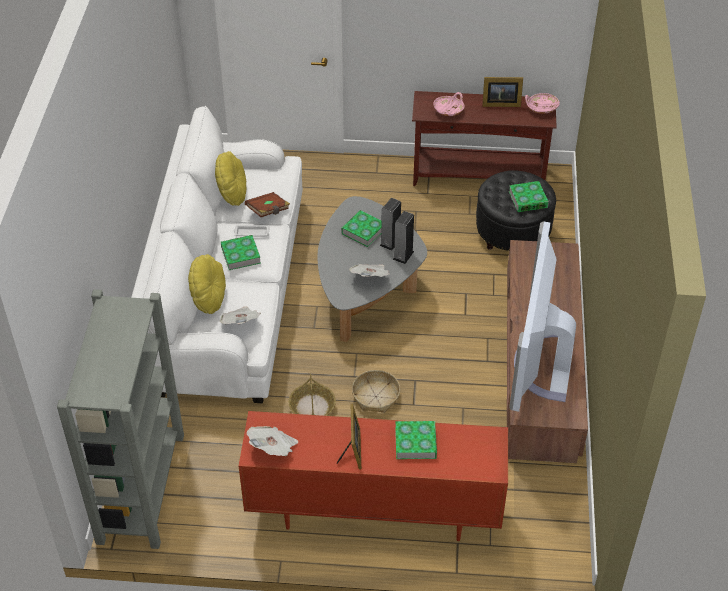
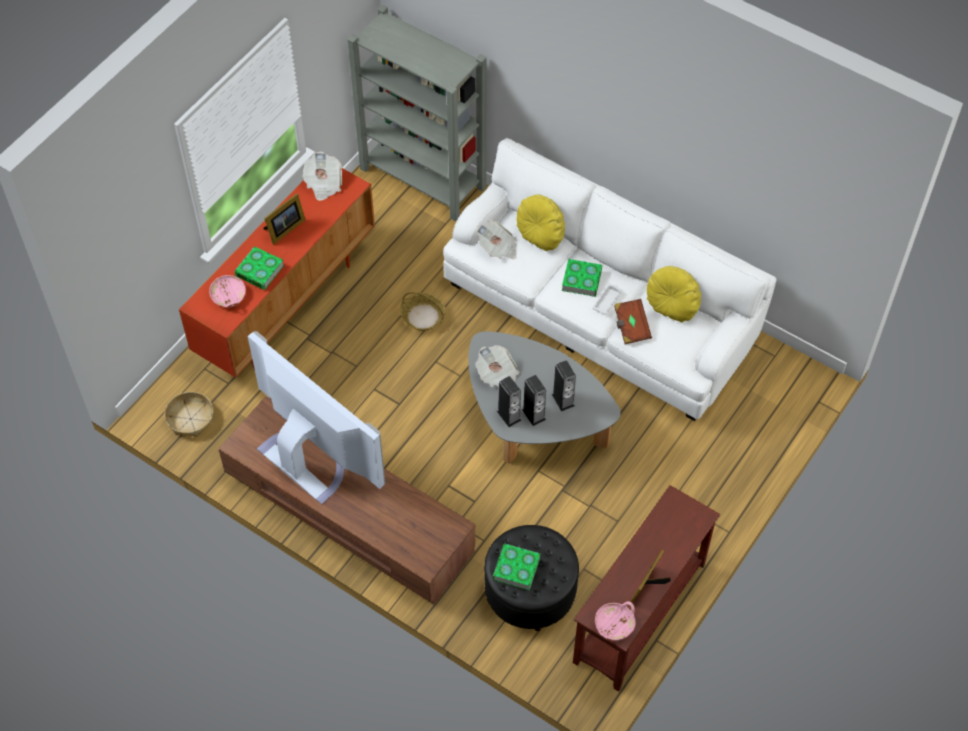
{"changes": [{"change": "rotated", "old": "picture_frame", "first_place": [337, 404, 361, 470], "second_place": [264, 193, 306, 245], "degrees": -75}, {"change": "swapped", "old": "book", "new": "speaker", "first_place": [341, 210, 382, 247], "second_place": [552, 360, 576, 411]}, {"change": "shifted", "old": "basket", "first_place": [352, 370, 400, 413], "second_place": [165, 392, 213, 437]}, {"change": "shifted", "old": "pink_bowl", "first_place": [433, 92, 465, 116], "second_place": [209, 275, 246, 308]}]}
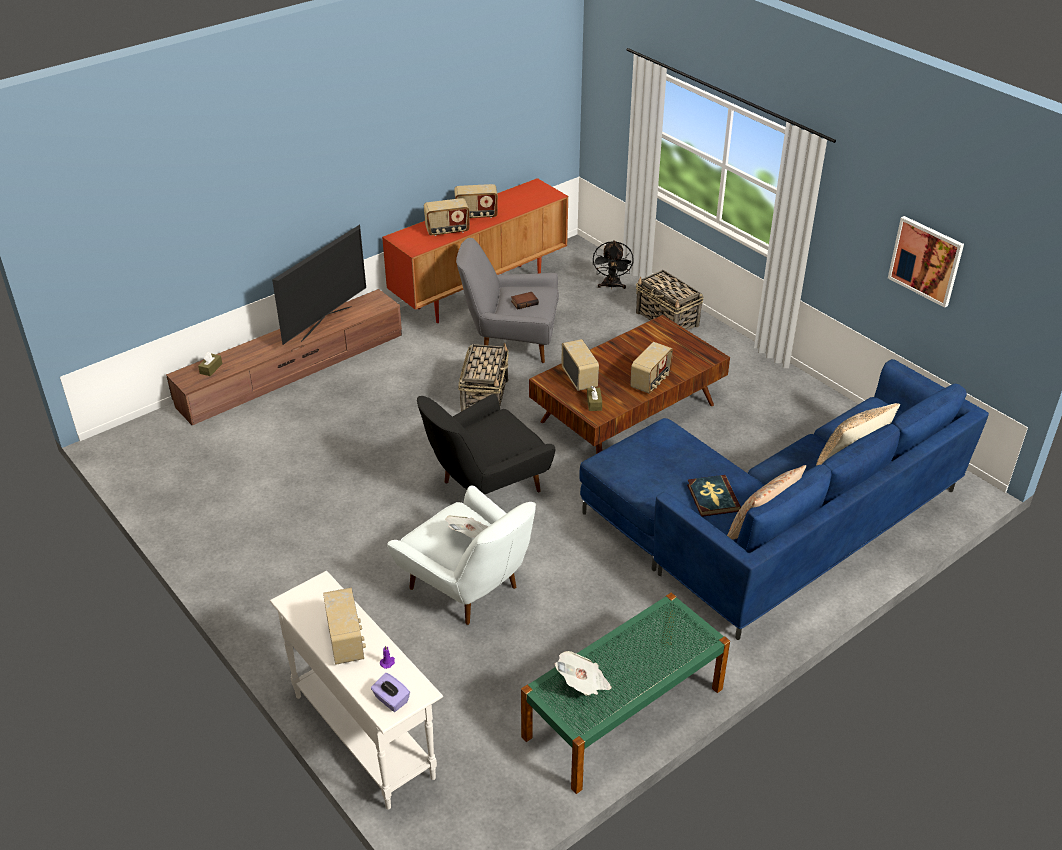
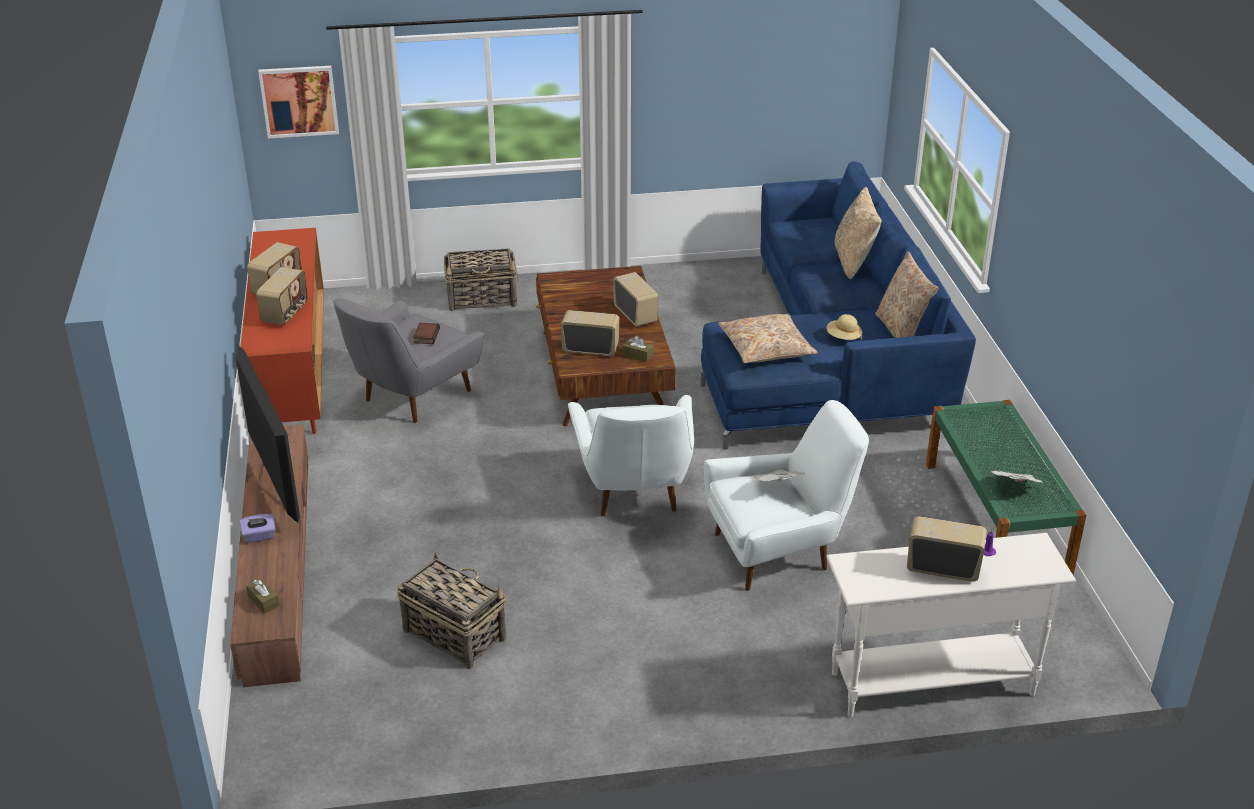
{"changes": [{"change": "shifted", "old": "purple_tissue_box", "first_place": [371, 673, 410, 712], "second_place": [239, 514, 276, 543]}, {"change": "repainted", "old": "black_armchair", "new": "white_armchair", "first_place": [417, 394, 556, 495], "second_place": [568, 395, 694, 517]}, {"change": "shifted", "old": "basket", "first_place": [458, 343, 509, 412], "second_place": [397, 552, 506, 669]}, {"change": "gone", "old": "black_fan", "first_place": [593, 240, 634, 289]}, {"change": "swapped", "old": "book", "new": "beige_hat", "first_place": [687, 475, 741, 517], "second_place": [826, 314, 862, 341]}, {"change": "shifted", "old": "picture", "first_place": [888, 216, 964, 308], "second_place": [258, 66, 339, 139]}, {"change": "new", "new": "beige_pillow", "second_place": [718, 314, 818, 363]}]}
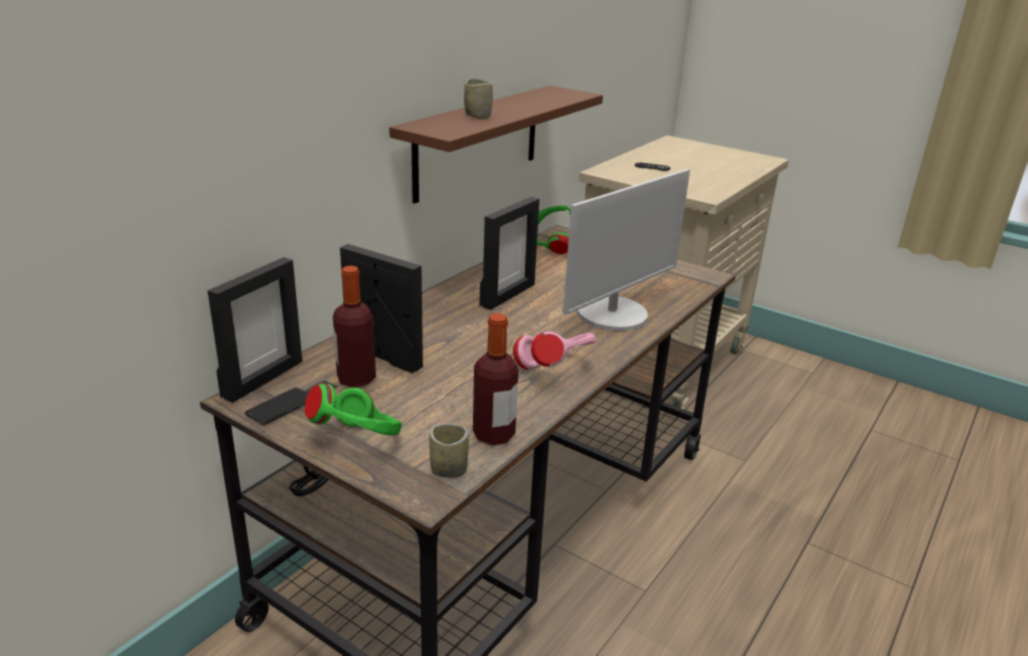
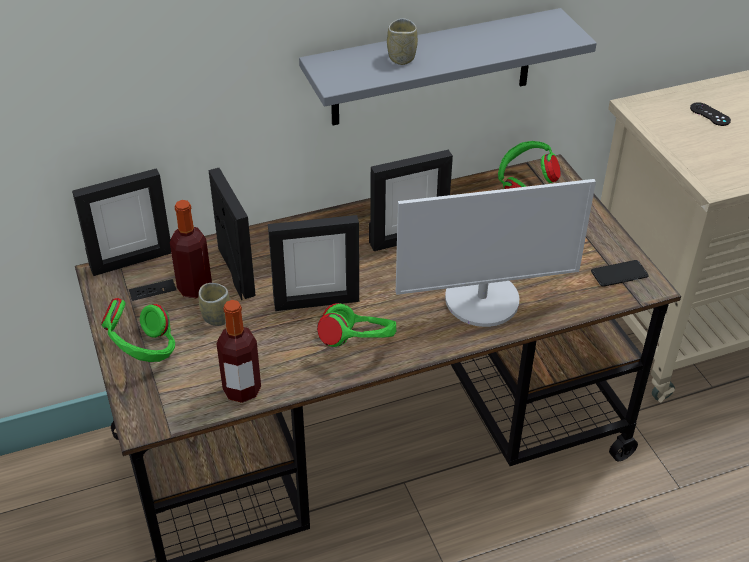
{"changes": [{"change": "shifted", "old": "phone", "first_place": [245, 388, 308, 425], "second_place": [591, 260, 649, 287]}, {"change": "repainted", "old": "brown_shelf", "new": "grey_shelf", "first_place": [389, 85, 603, 204], "second_place": [299, 8, 597, 125]}, {"change": "shifted", "old": "cup", "first_place": [429, 424, 469, 478], "second_place": [198, 283, 230, 326]}, {"change": "repainted", "old": "pink_headphones", "new": "green_headphones", "first_place": [513, 331, 596, 370], "second_place": [317, 303, 396, 347]}, {"change": "new", "new": "picture_frame", "second_place": [268, 215, 359, 311]}]}
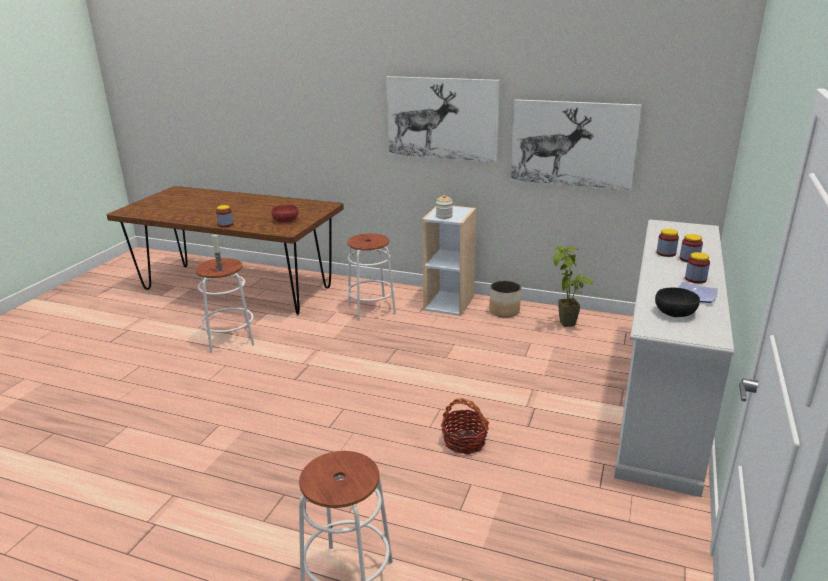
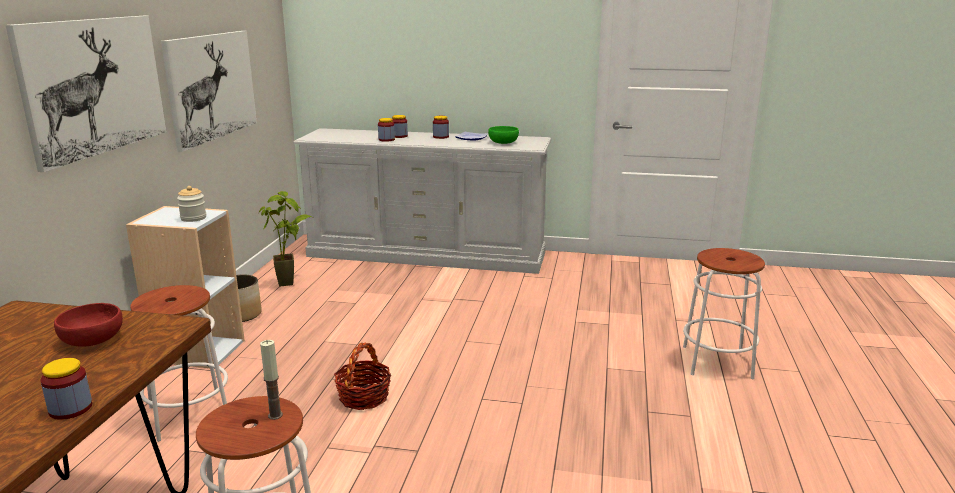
{"changes": [{"change": "shifted", "old": "basket", "first_place": [441, 398, 489, 454], "second_place": [334, 343, 391, 410]}, {"change": "repainted", "old": "black_bowl", "new": "green_bowl", "first_place": [655, 288, 700, 317], "second_place": [488, 126, 519, 144]}]}
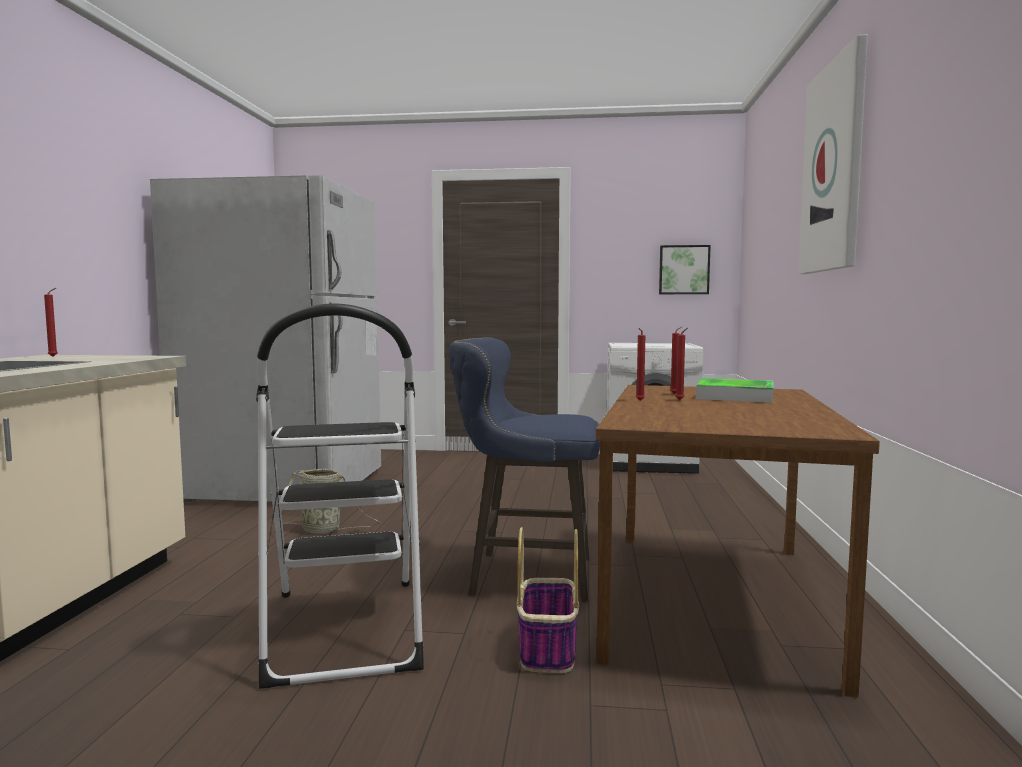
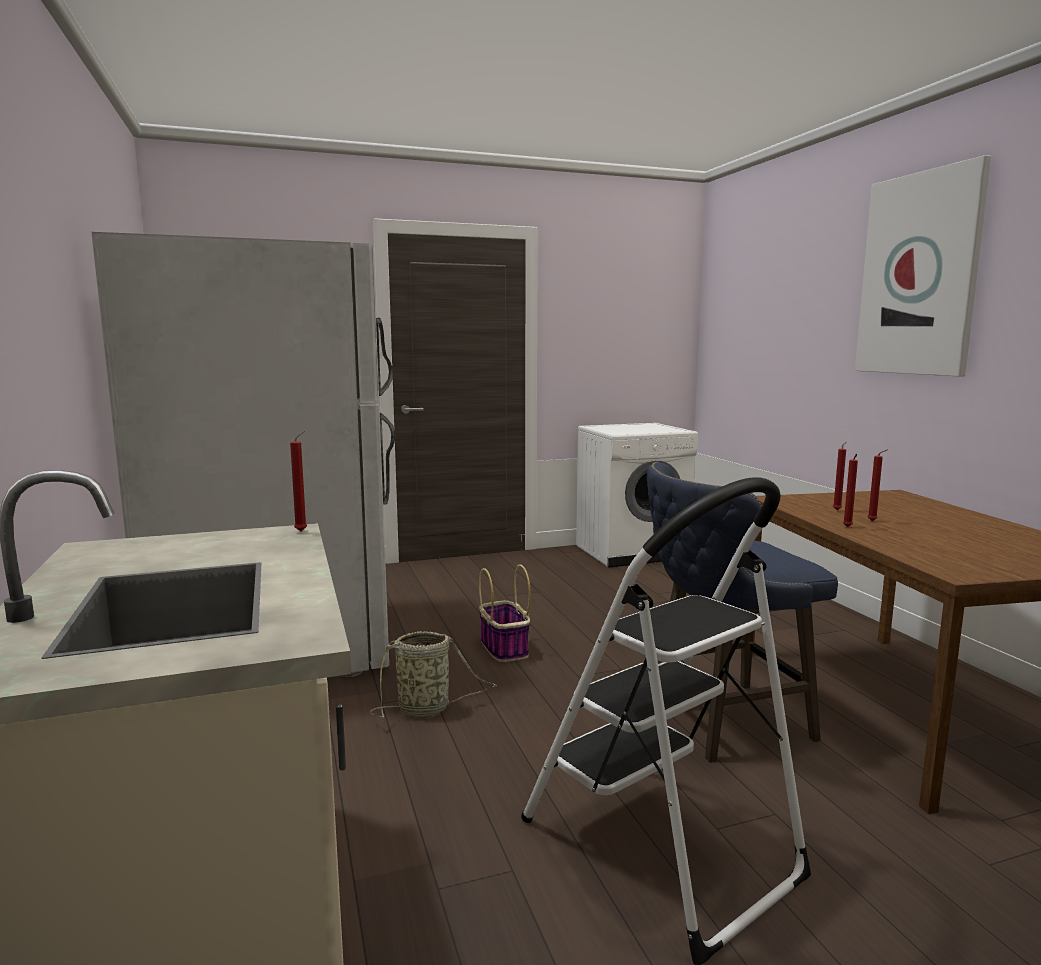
{"changes": [{"change": "shifted", "old": "red_candle", "first_place": [44, 288, 58, 357], "second_place": [290, 431, 307, 531]}, {"change": "shifted", "old": "basket", "first_place": [517, 527, 579, 673], "second_place": [479, 564, 531, 662]}, {"change": "gone", "old": "picture", "first_place": [659, 245, 711, 294]}, {"change": "gone", "old": "tray", "first_place": [696, 378, 773, 403]}]}
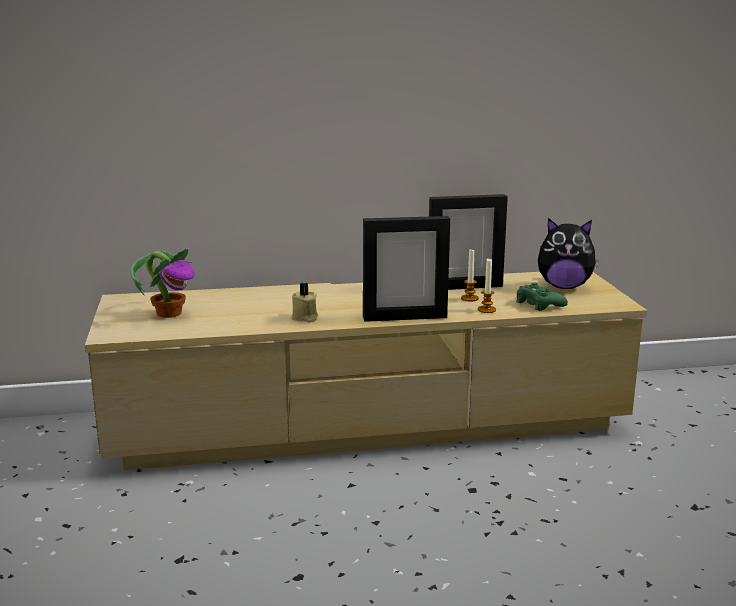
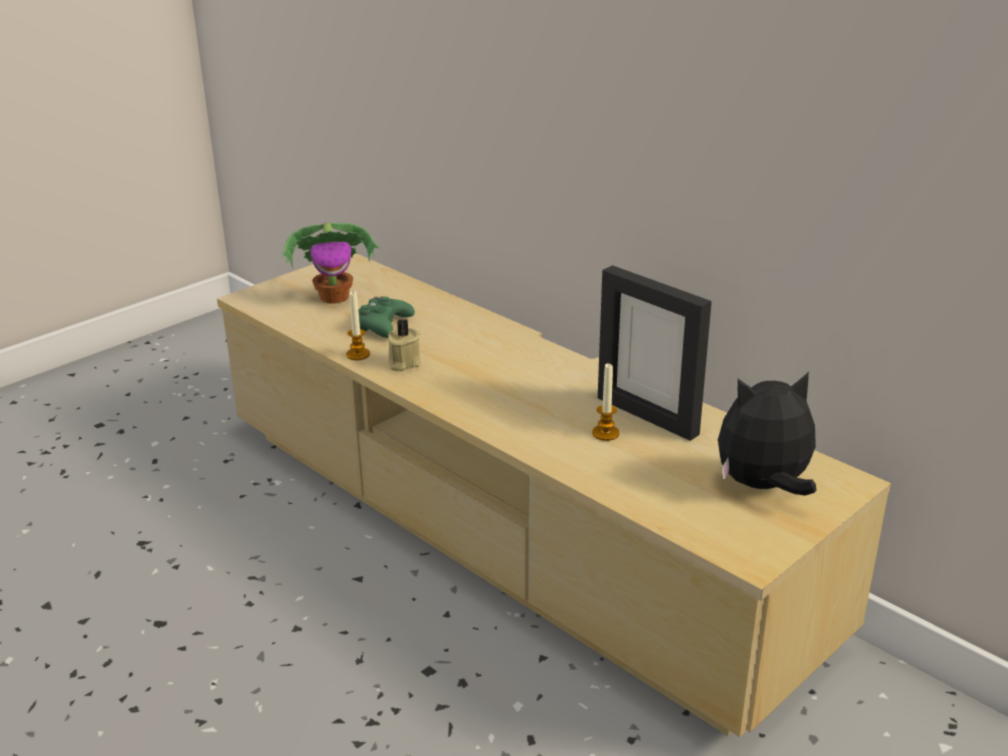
{"changes": [{"change": "gone", "old": "picture_frame", "first_place": [363, 216, 450, 322]}, {"change": "shifted", "old": "candle", "first_place": [478, 258, 496, 313], "second_place": [346, 291, 370, 360]}, {"change": "shifted", "old": "green_game_controller", "first_place": [516, 282, 568, 311], "second_place": [358, 296, 415, 338]}, {"change": "rotated", "old": "plush_toy", "first_place": [538, 218, 599, 289], "second_place": [718, 372, 816, 496], "degrees": 105}]}
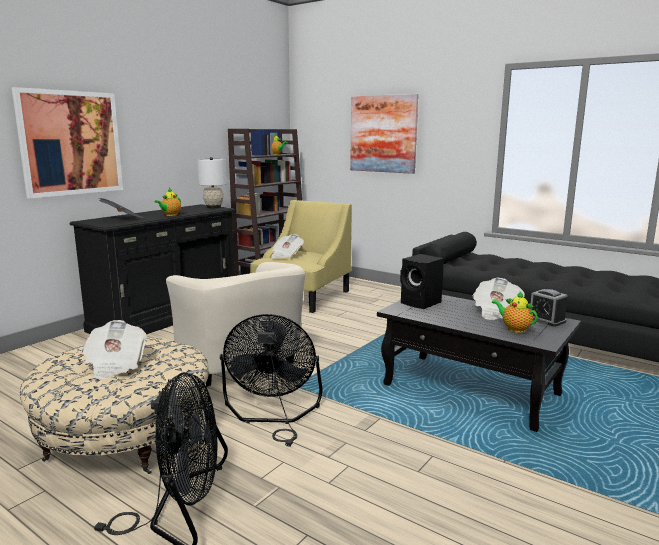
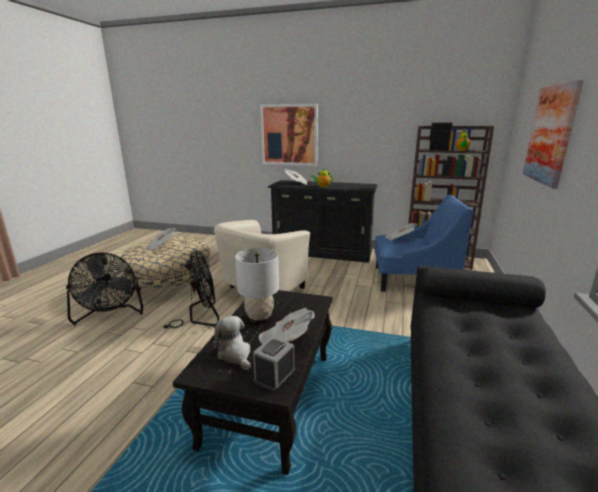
{"changes": [{"change": "shifted", "old": "white_table_lamp", "first_place": [197, 157, 227, 208], "second_place": [235, 248, 279, 324]}, {"change": "repainted", "old": "yellow_armchair", "new": "blue_armchair", "first_place": [250, 200, 352, 313], "second_place": [374, 194, 473, 291]}, {"change": "shifted", "old": "black_speaker", "first_place": [400, 254, 444, 309], "second_place": [429, 122, 453, 151]}, {"change": "swapped", "old": "teapot", "new": "plush_toy", "first_place": [492, 292, 538, 333], "second_place": [213, 316, 250, 370]}]}
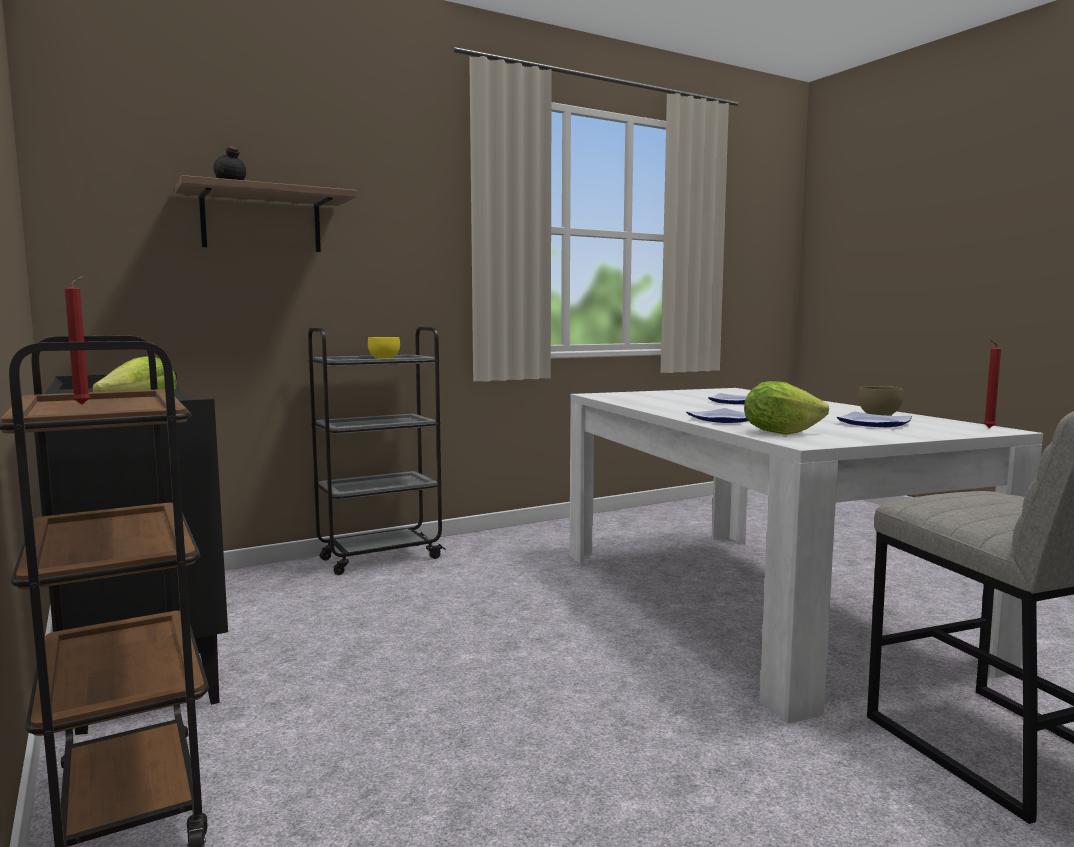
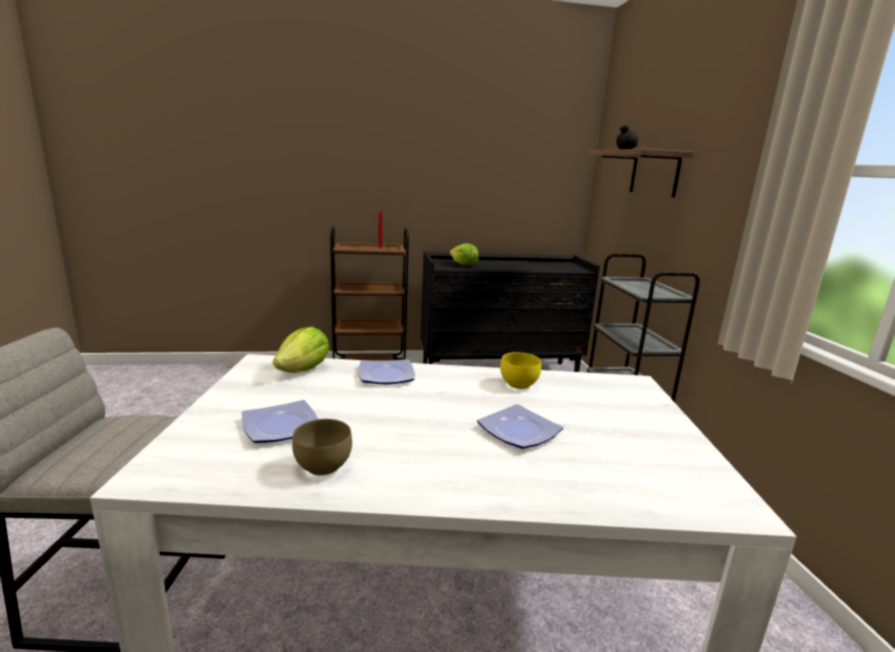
{"changes": [{"change": "shifted", "old": "yellow_bowl", "first_place": [368, 337, 400, 359], "second_place": [500, 352, 541, 389]}, {"change": "gone", "old": "red_candle", "first_place": [984, 340, 1001, 428]}]}
